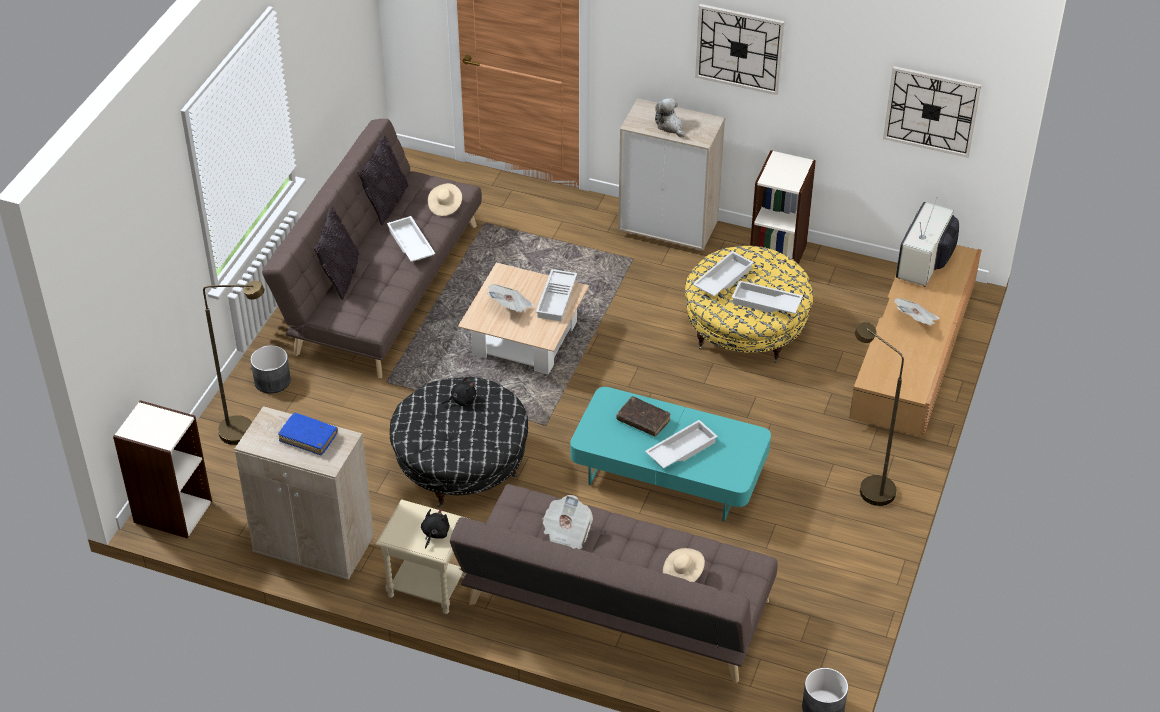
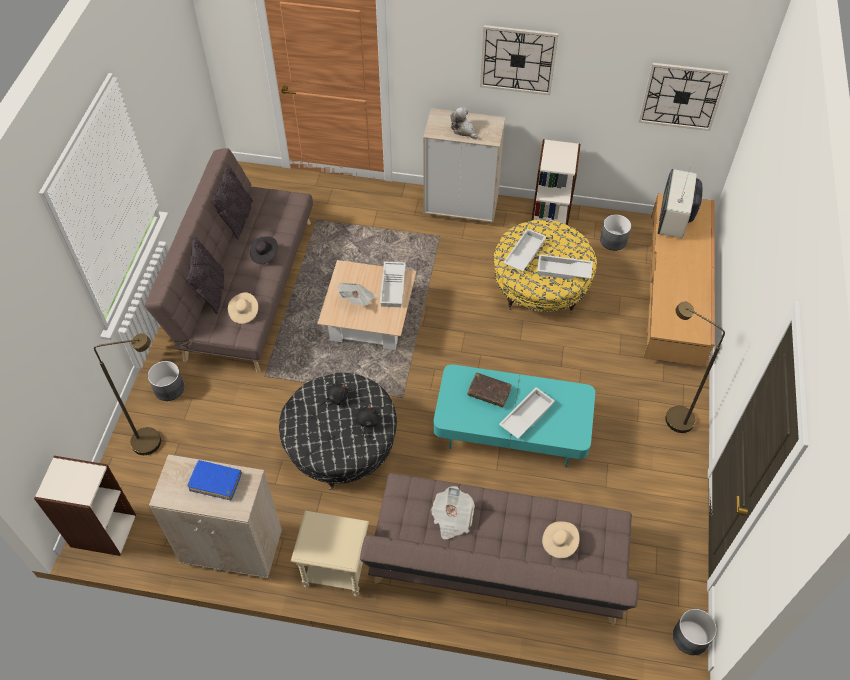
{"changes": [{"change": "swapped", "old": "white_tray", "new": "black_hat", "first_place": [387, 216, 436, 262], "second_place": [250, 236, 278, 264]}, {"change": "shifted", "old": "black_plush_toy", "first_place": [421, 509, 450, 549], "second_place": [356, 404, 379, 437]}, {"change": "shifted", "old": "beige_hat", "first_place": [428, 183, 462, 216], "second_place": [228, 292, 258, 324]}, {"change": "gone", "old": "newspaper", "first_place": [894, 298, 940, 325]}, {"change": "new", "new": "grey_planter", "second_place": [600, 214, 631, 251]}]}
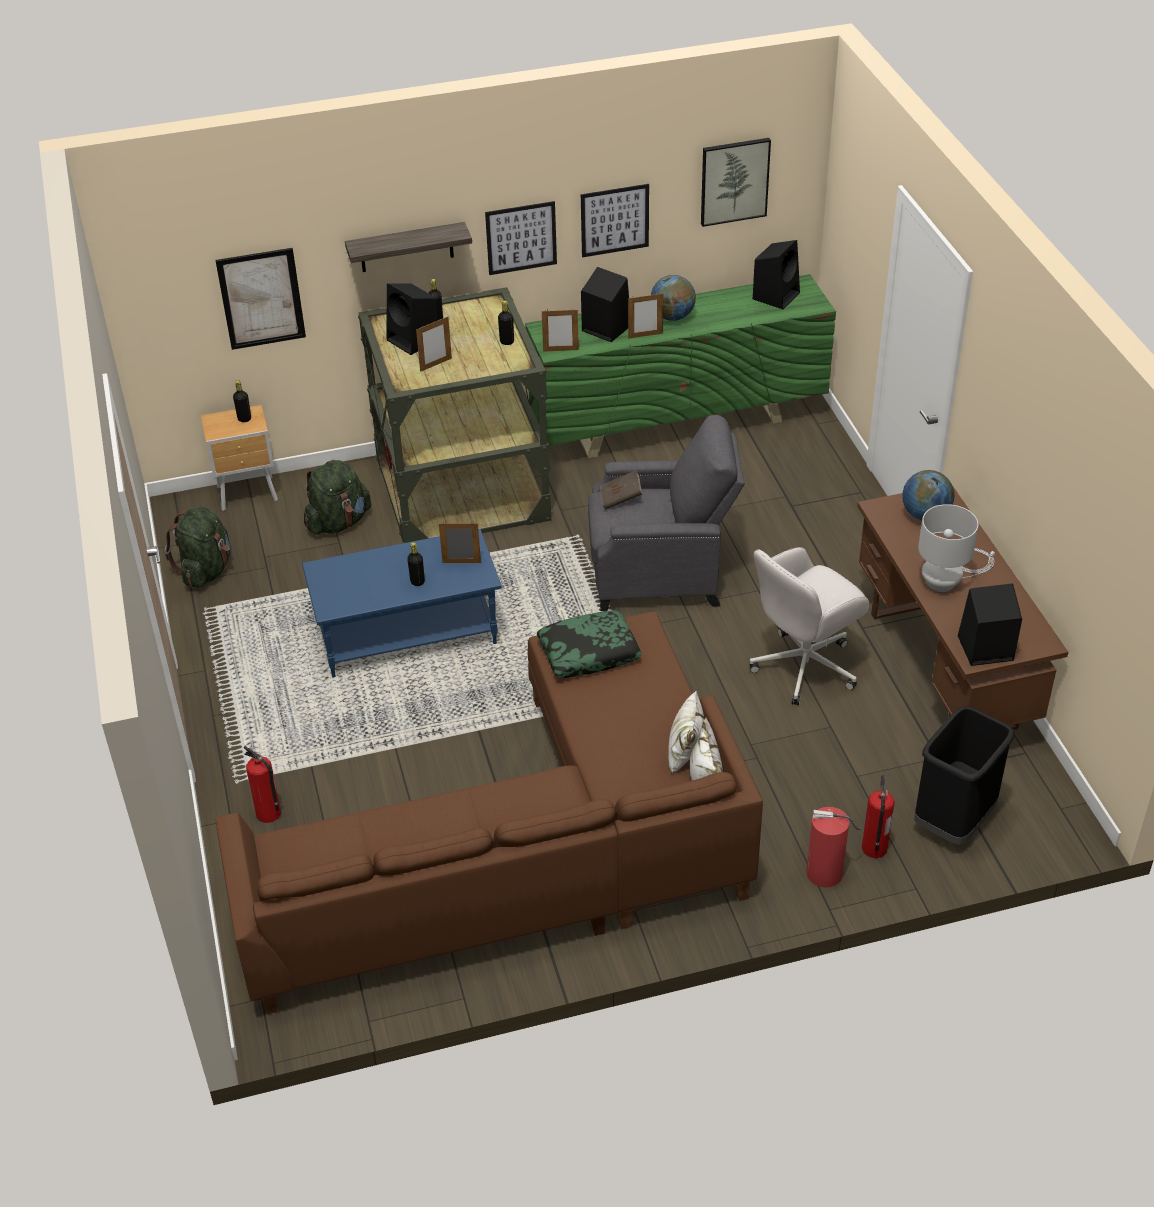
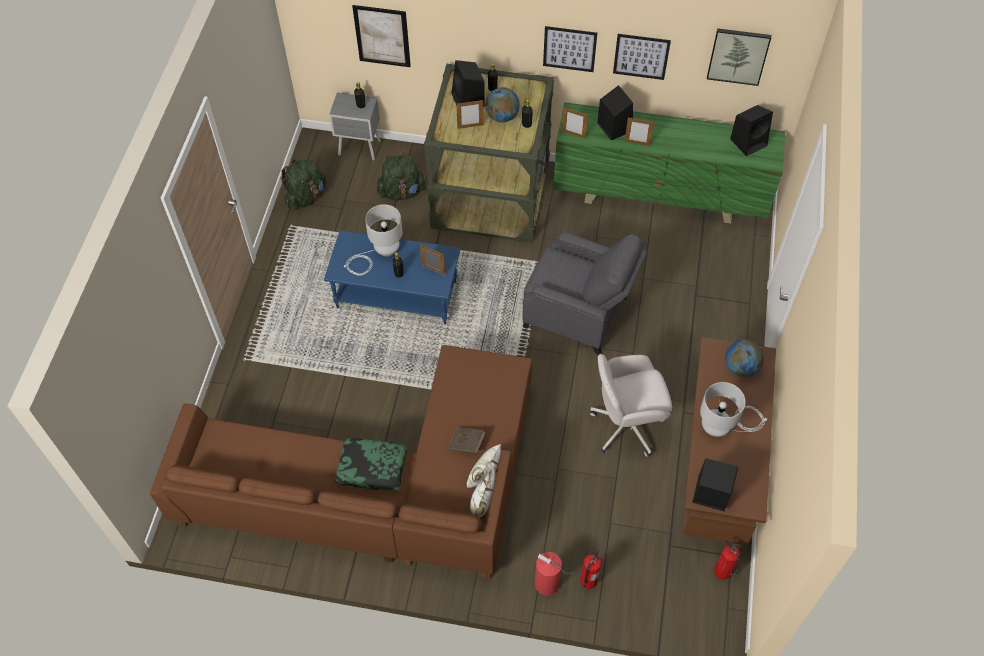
{"changes": [{"change": "repainted", "old": "brown_nightstand", "new": "grey_nightstand", "first_place": [201, 405, 278, 511], "second_place": [329, 92, 381, 160]}, {"change": "shifted", "old": "fire_extinguisher", "first_place": [244, 746, 281, 823], "second_place": [714, 539, 740, 580]}, {"change": "gone", "old": "shelf", "first_place": [345, 222, 472, 272]}, {"change": "shifted", "old": "pillow", "first_place": [537, 610, 642, 678], "second_place": [335, 438, 408, 491]}, {"change": "shifted", "old": "brown_book", "first_place": [600, 471, 642, 510], "second_place": [448, 427, 485, 454]}, {"change": "shifted", "old": "globe", "first_place": [651, 275, 696, 321], "second_place": [485, 87, 520, 122]}, {"change": "gone", "old": "black_trash_can", "first_place": [914, 706, 1014, 845]}, {"change": "new", "new": "grey_table_lamp", "second_place": [344, 204, 402, 276]}]}
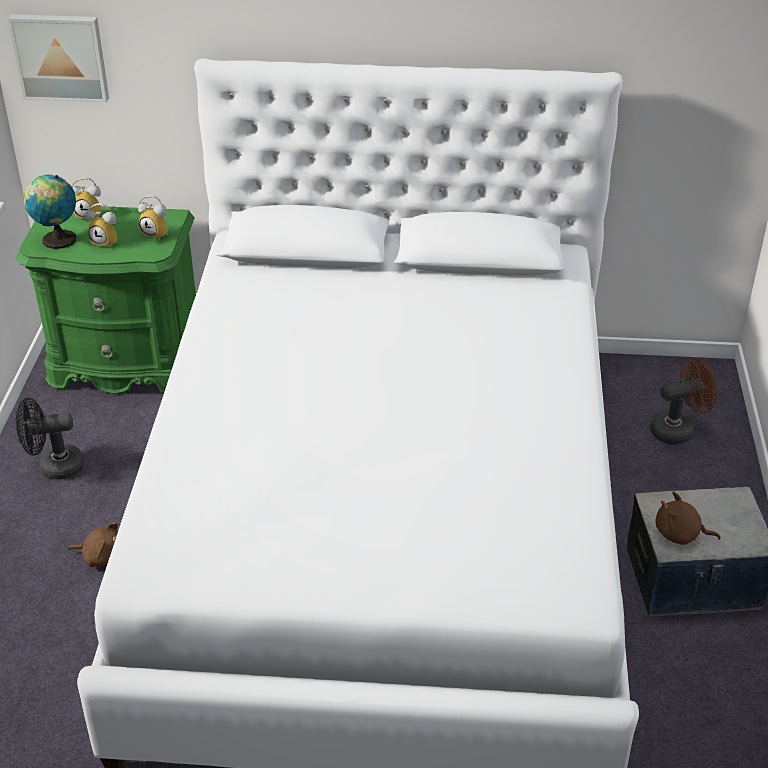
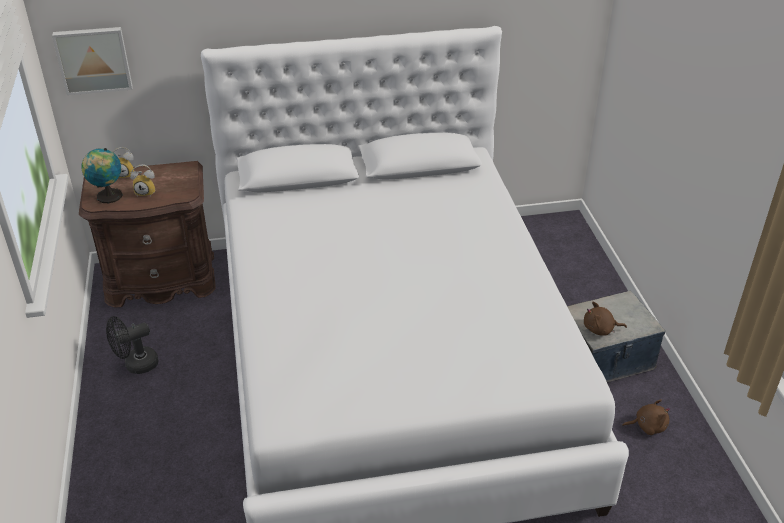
{"changes": [{"change": "repainted", "old": "green_nightstand", "new": "brown_nightstand", "first_place": [16, 206, 196, 394], "second_place": [79, 161, 216, 308]}, {"change": "shifted", "old": "brown_plush_toy", "first_place": [68, 523, 118, 567], "second_place": [622, 399, 670, 435]}, {"change": "gone", "old": "alarm_clock", "first_place": [138, 195, 168, 240]}, {"change": "gone", "old": "brown_fan", "first_place": [650, 358, 717, 445]}]}
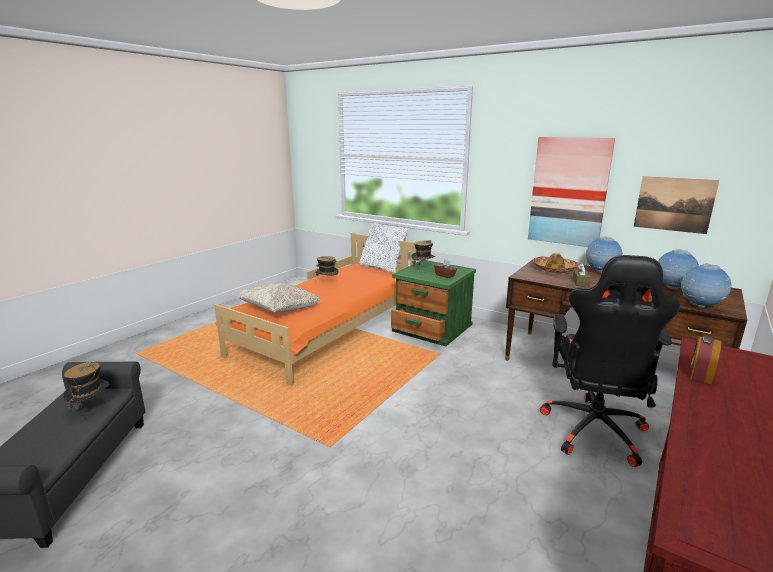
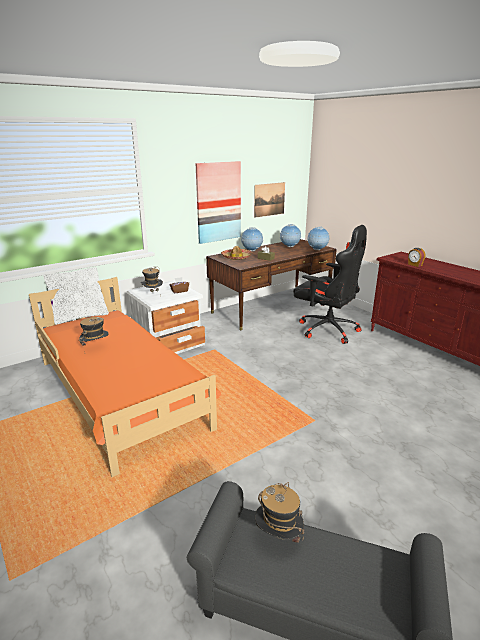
{"changes": [{"change": "gone", "old": "beige_pillow", "first_place": [236, 283, 320, 312]}, {"change": "repainted", "old": "green_nightstand", "new": "white_nightstand", "first_place": [391, 260, 476, 347], "second_place": [127, 280, 205, 354]}]}
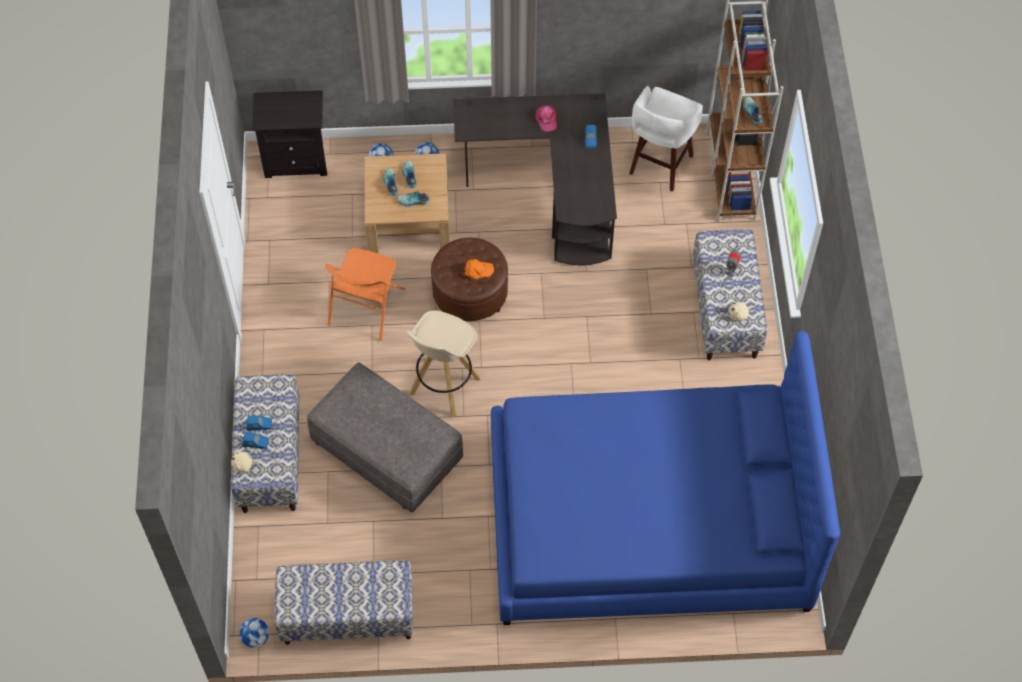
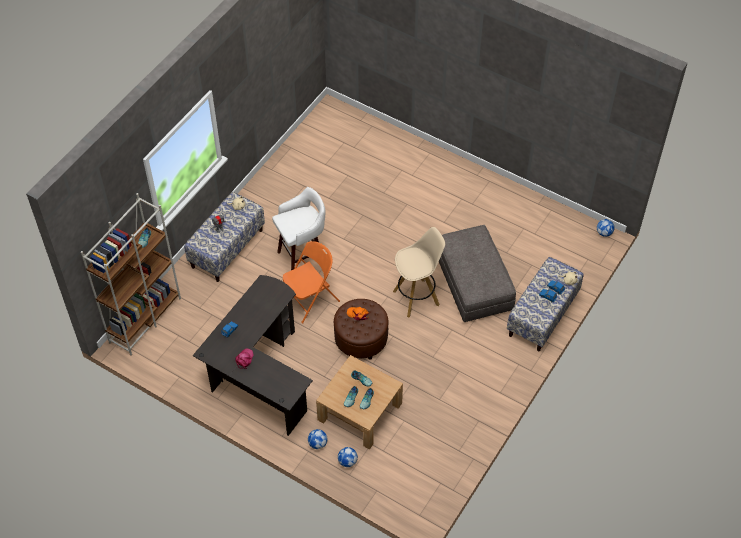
{"changes": [{"change": "gone", "old": "black_nightstand", "first_place": [252, 90, 327, 178]}, {"change": "gone", "old": "bench", "first_place": [274, 560, 413, 645]}, {"change": "shifted", "old": "orange_chair", "first_place": [325, 248, 405, 341], "second_place": [283, 241, 340, 324]}, {"change": "gone", "old": "blue_bed", "first_place": [491, 331, 841, 625]}, {"change": "shifted", "old": "white_stool", "first_place": [629, 86, 703, 192], "second_place": [272, 187, 326, 270]}]}
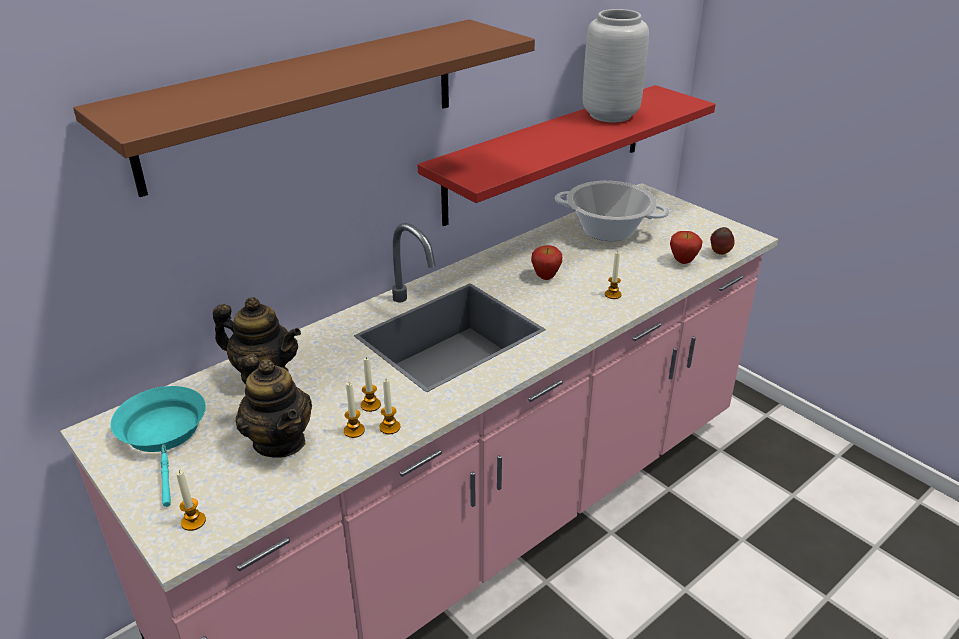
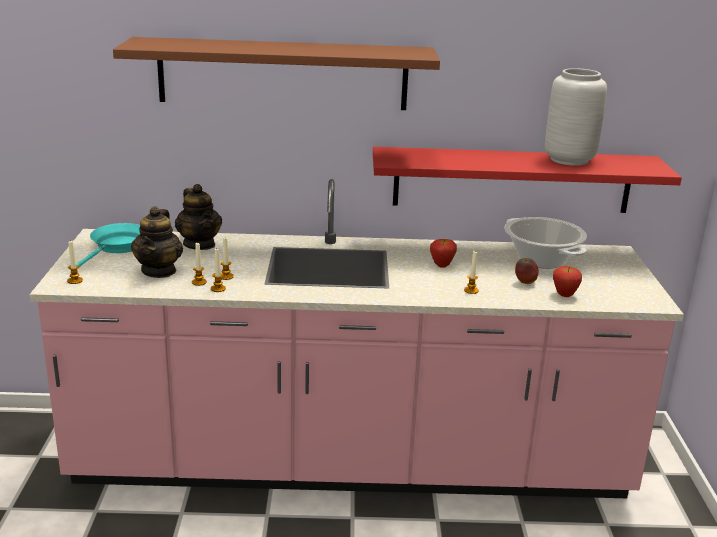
{"changes": [{"change": "shifted", "old": "apple", "first_place": [710, 227, 735, 255], "second_place": [515, 258, 539, 284]}]}
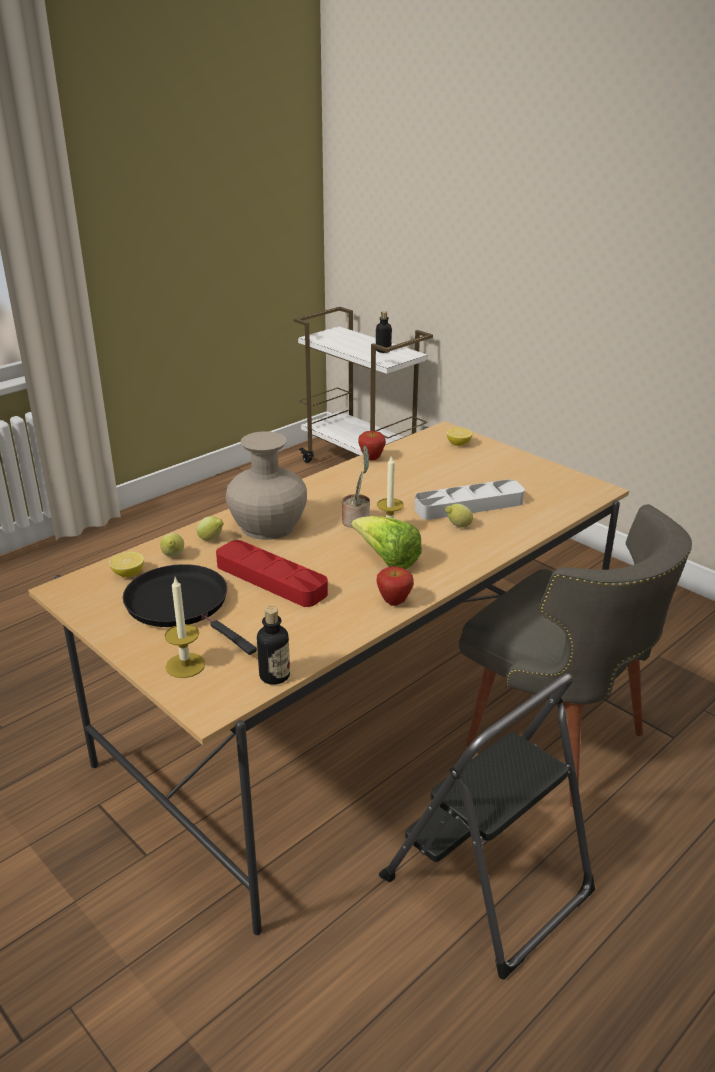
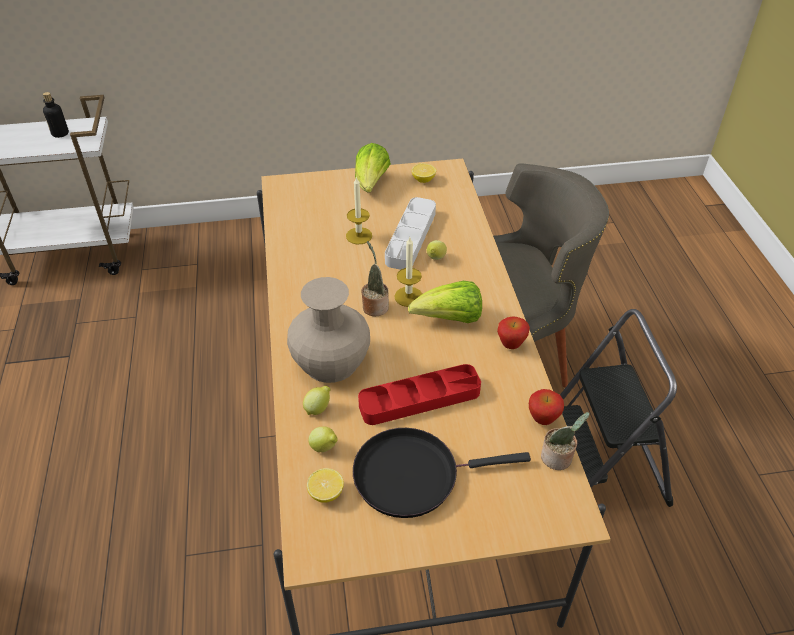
{"changes": [{"change": "shifted", "old": "candle", "first_place": [165, 577, 205, 678], "second_place": [346, 176, 372, 245]}, {"change": "swapped", "old": "bottle", "new": "potted_plant", "first_place": [257, 606, 290, 685], "second_place": [541, 412, 590, 470]}, {"change": "shifted", "old": "apple", "first_place": [358, 431, 386, 460], "second_place": [529, 389, 564, 425]}, {"change": "shifted", "old": "lemon", "first_place": [446, 427, 473, 446], "second_place": [412, 163, 436, 183]}, {"change": "new", "new": "lettuce", "second_place": [355, 143, 391, 192]}]}
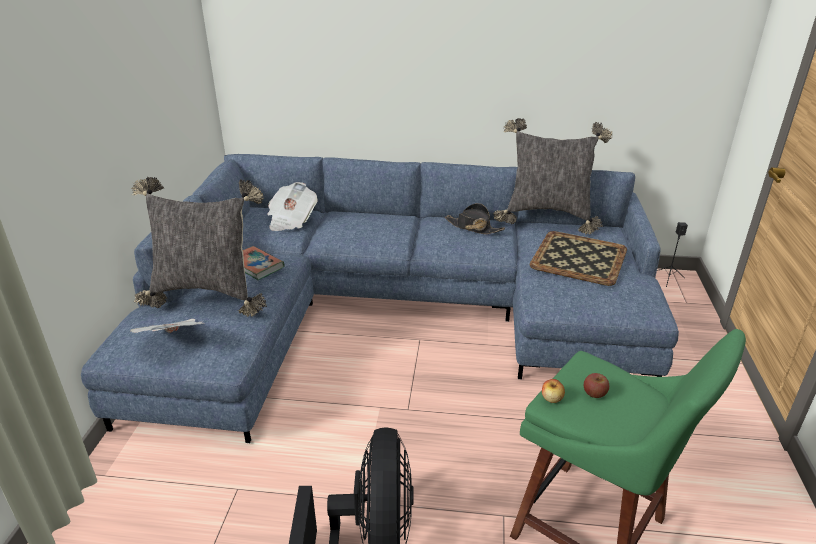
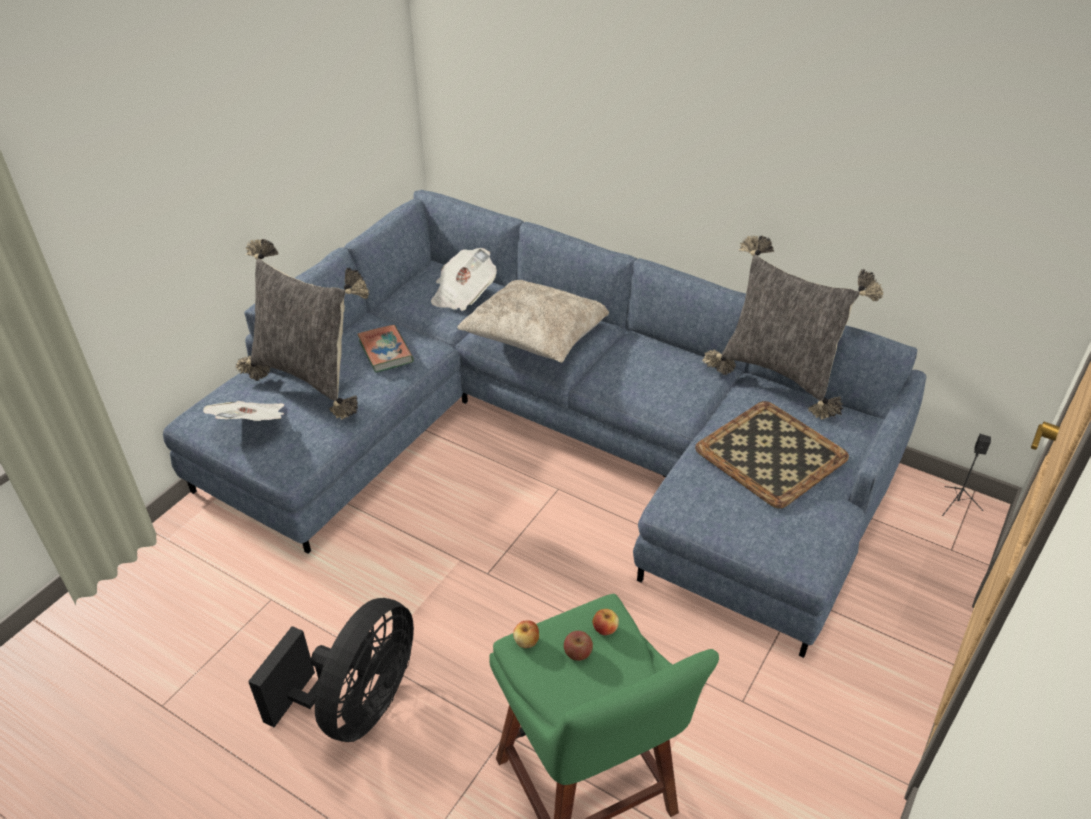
{"changes": [{"change": "gone", "old": "black_hat", "first_place": [445, 203, 505, 234]}, {"change": "new", "new": "beige_pillow", "second_place": [458, 280, 609, 363]}, {"change": "new", "new": "apple", "second_place": [592, 609, 619, 635]}]}
